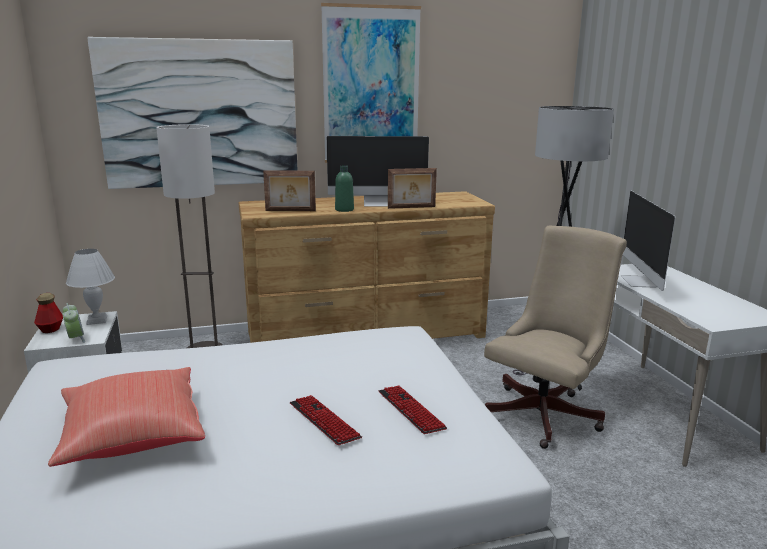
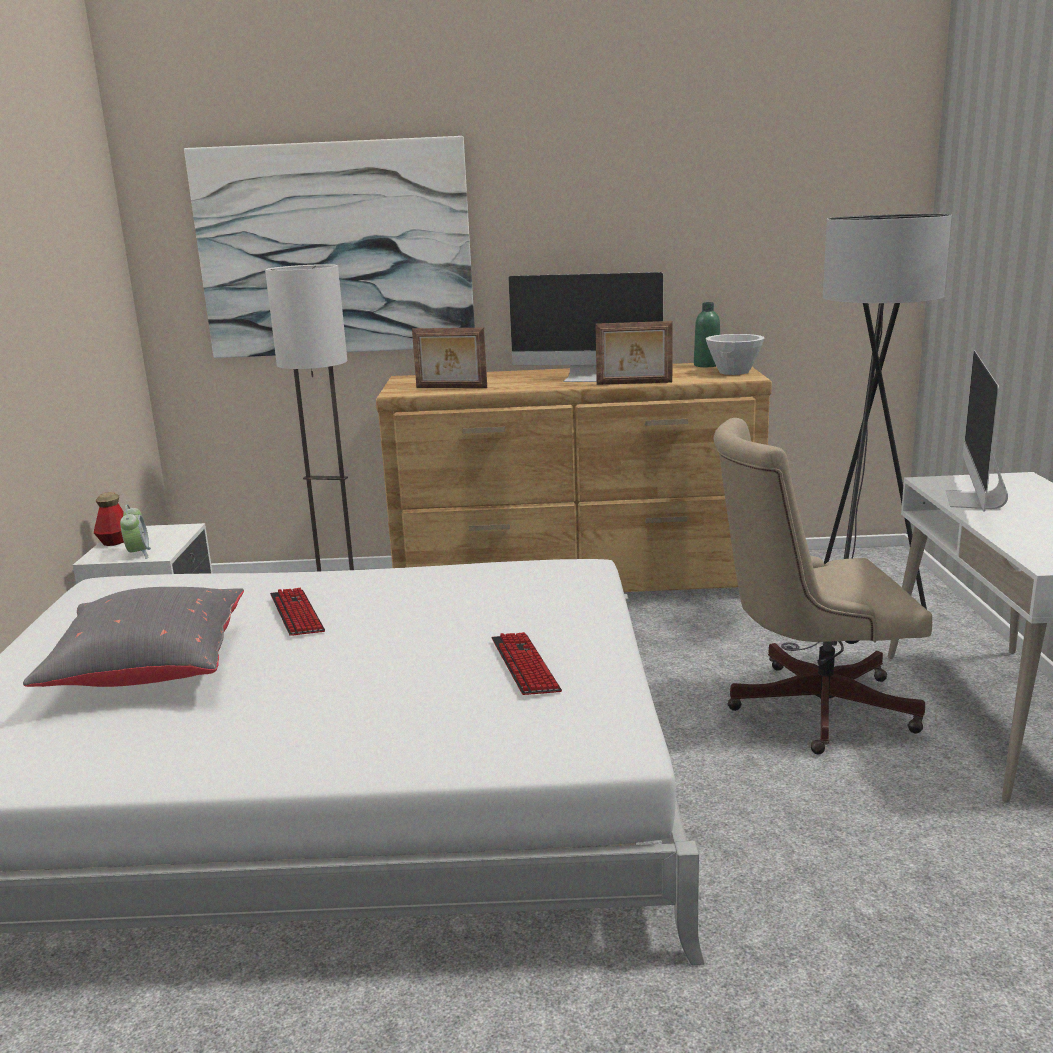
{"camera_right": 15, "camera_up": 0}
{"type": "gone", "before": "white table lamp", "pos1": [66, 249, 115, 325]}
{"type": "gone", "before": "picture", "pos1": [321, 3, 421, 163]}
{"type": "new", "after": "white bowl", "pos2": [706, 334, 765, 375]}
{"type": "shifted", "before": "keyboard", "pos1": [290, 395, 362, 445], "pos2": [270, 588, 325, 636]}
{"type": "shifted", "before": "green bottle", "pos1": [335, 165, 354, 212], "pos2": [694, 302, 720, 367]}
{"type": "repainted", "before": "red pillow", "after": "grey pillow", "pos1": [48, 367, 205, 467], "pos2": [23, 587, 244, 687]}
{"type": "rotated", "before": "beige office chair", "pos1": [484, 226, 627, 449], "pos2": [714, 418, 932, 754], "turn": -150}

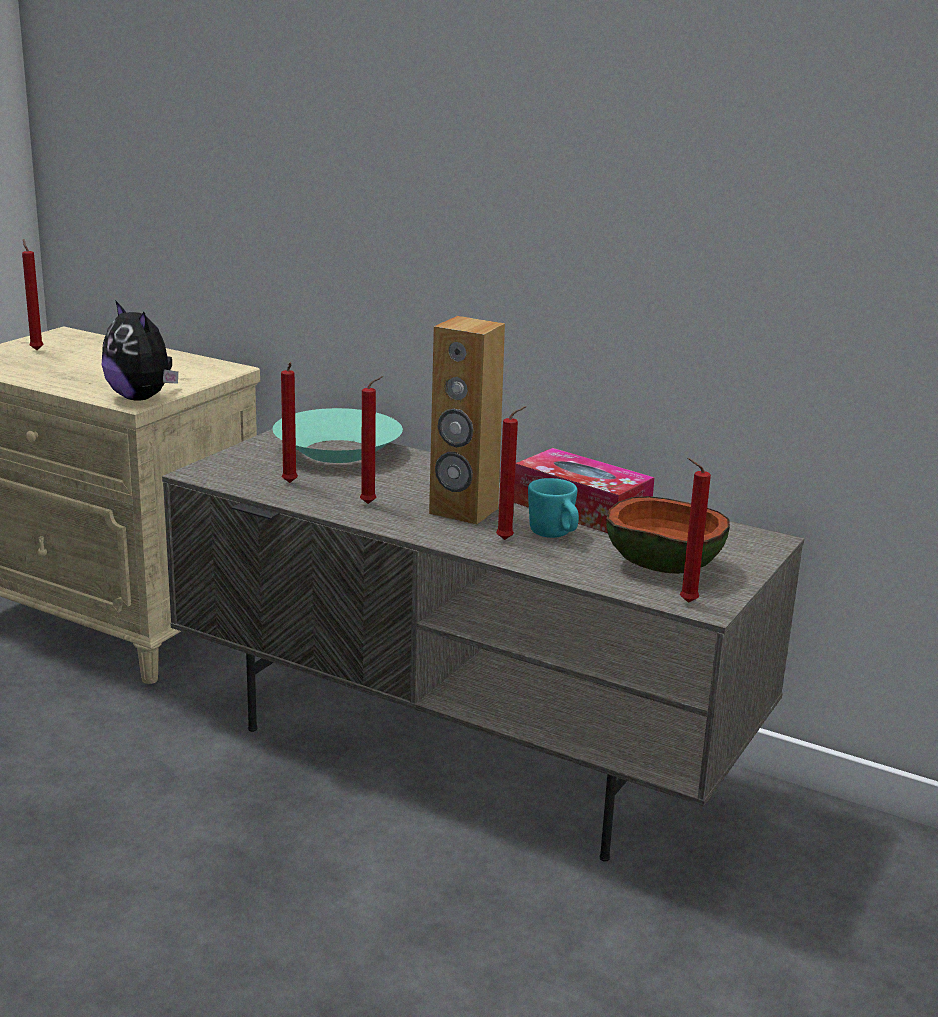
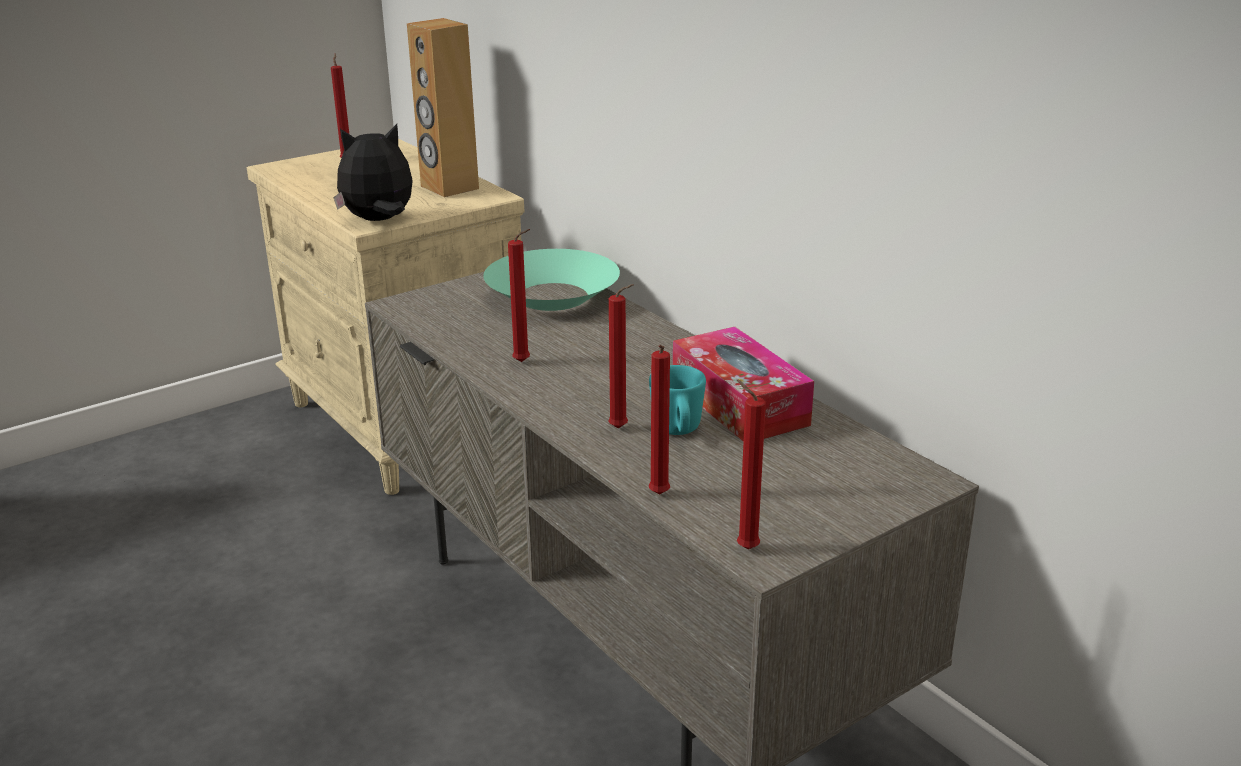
{"camera_right": 25, "camera_up": 5}
{"type": "gone", "before": "bowl", "pos1": [606, 496, 730, 574]}
{"type": "shifted", "before": "red candle", "pos1": [281, 363, 298, 483], "pos2": [649, 345, 670, 495]}
{"type": "shifted", "before": "brown speaker", "pos1": [429, 316, 505, 525], "pos2": [407, 18, 479, 197]}
{"type": "rotated", "before": "plush toy", "pos1": [102, 300, 178, 401], "pos2": [333, 124, 413, 221], "turn": 90}

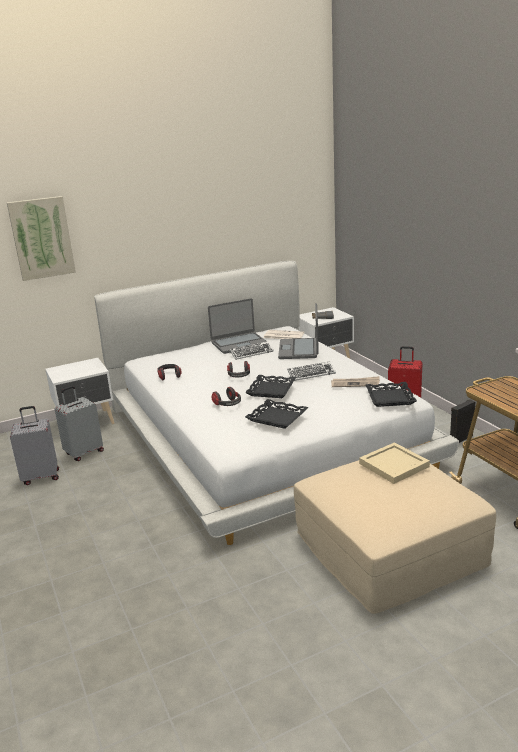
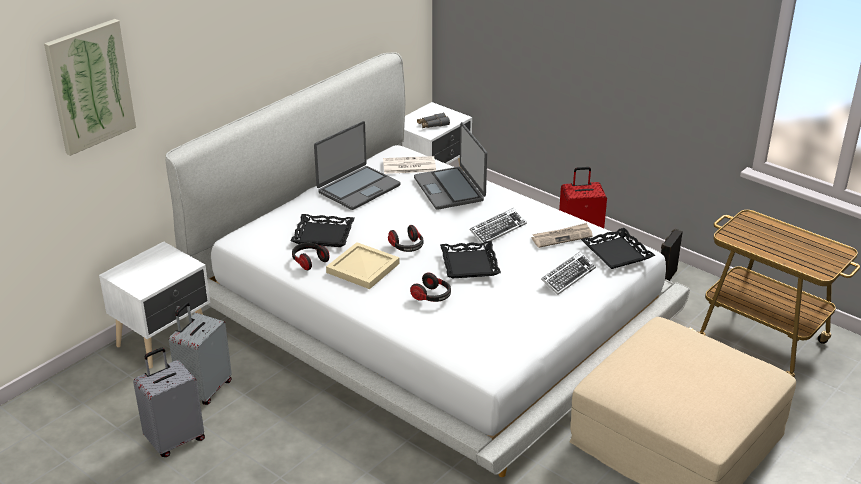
{"camera_right": -25, "camera_up": 10}
{"type": "shifted", "before": "keyboard", "pos1": [230, 341, 274, 360], "pos2": [541, 252, 596, 295]}
{"type": "shifted", "before": "black tray", "pos1": [245, 399, 308, 429], "pos2": [290, 214, 355, 247]}
{"type": "shifted", "before": "beige tray", "pos1": [359, 443, 430, 484], "pos2": [326, 242, 400, 289]}

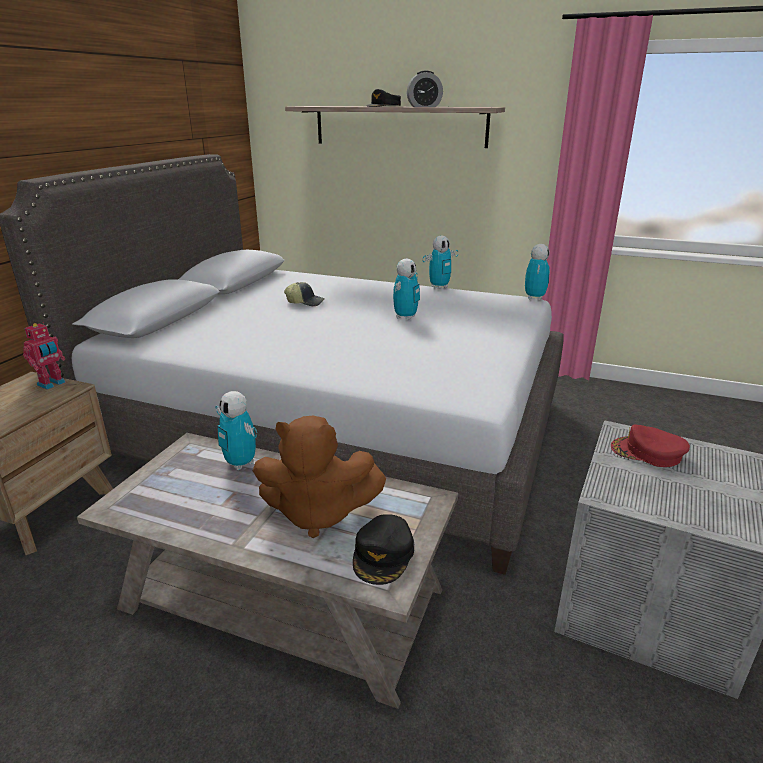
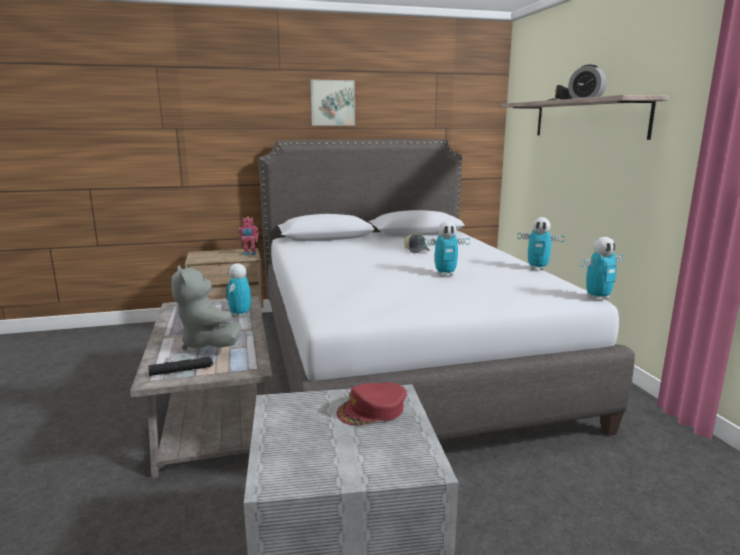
{"camera_right": 55, "camera_up": -10}
{"type": "new", "after": "picture", "pos2": [310, 79, 355, 126]}
{"type": "swapped", "before": "black cap", "after": "black flashlight", "pos1": [353, 514, 414, 585], "pos2": [148, 357, 213, 376]}
{"type": "repainted", "before": "brown plush toy", "after": "grey plush toy", "pos1": [253, 416, 386, 538], "pos2": [171, 266, 242, 350]}
{"type": "rotated", "before": "red cap", "pos1": [611, 424, 690, 467], "pos2": [336, 382, 407, 426], "turn": -105}

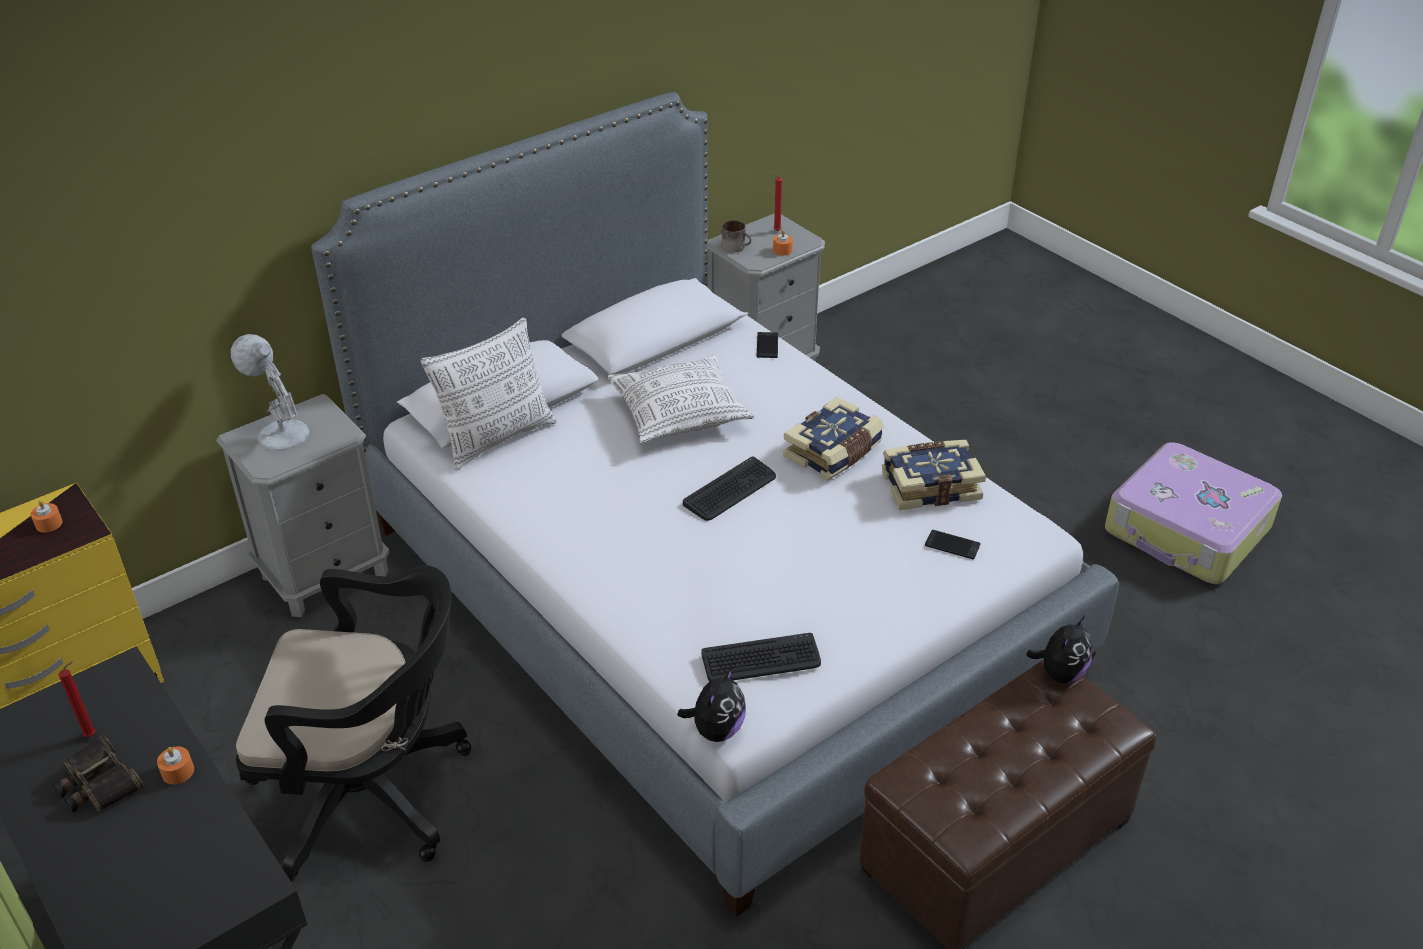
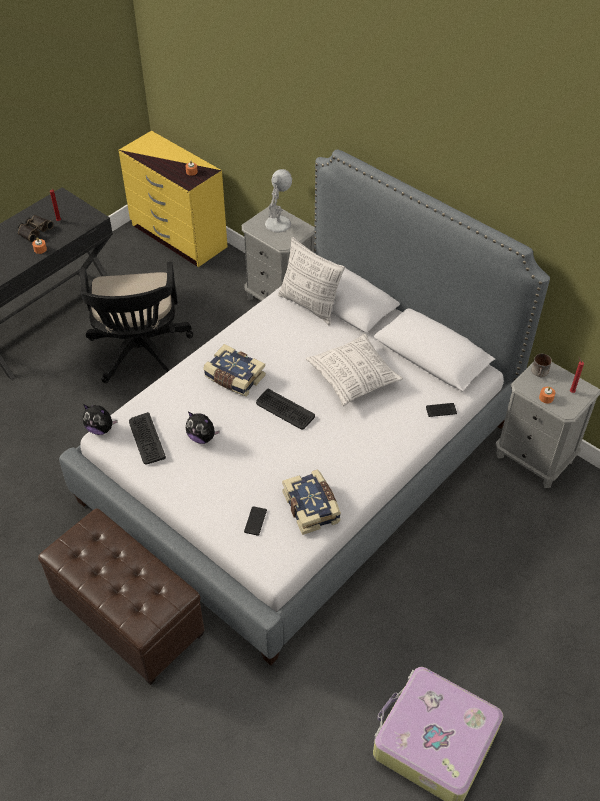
{"camera_right": 80, "camera_up": 10}
{"type": "shifted", "before": "book", "pos1": [783, 397, 884, 481], "pos2": [203, 344, 266, 397]}
{"type": "shifted", "before": "plush toy", "pos1": [1026, 615, 1092, 683], "pos2": [186, 411, 220, 444]}

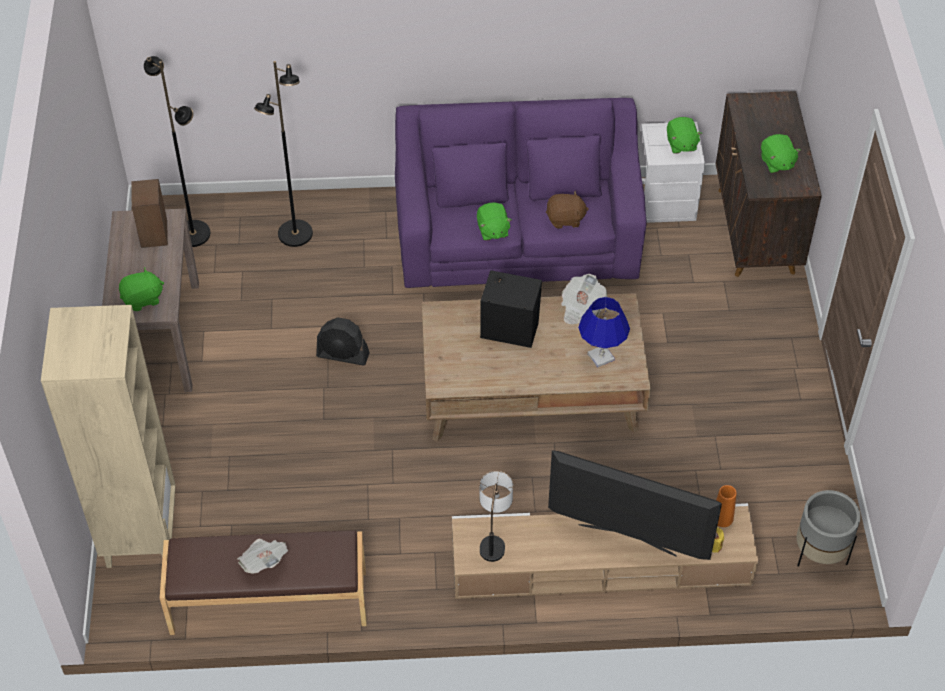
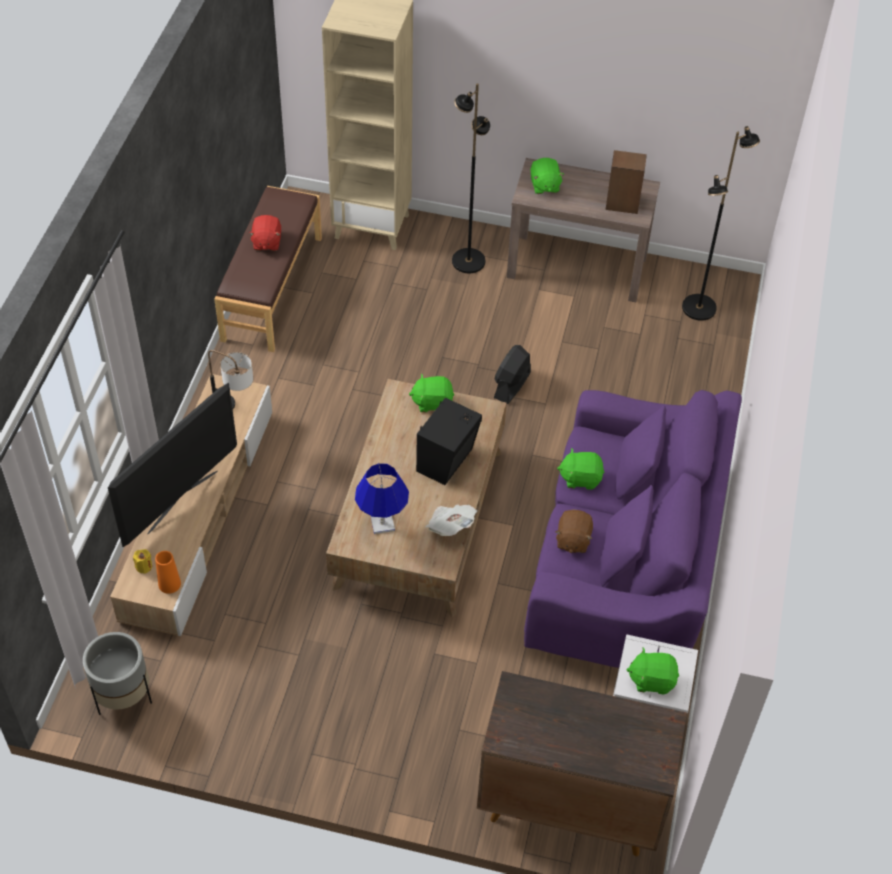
{"camera_right": 105, "camera_up": 0}
{"type": "shifted", "before": "black floor lamp", "pos1": [254, 61, 313, 247], "pos2": [452, 83, 490, 273]}
{"type": "shifted", "before": "green plush toy", "pos1": [761, 134, 801, 173], "pos2": [409, 374, 454, 412]}
{"type": "swapped", "before": "newspaper", "after": "red plush toy", "pos1": [237, 539, 288, 573], "pos2": [248, 215, 281, 251]}

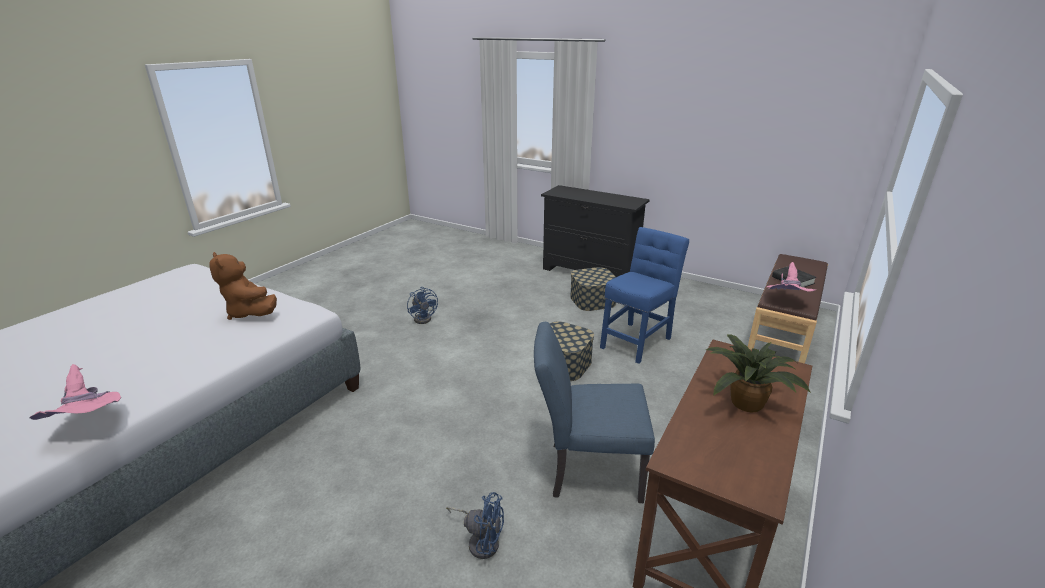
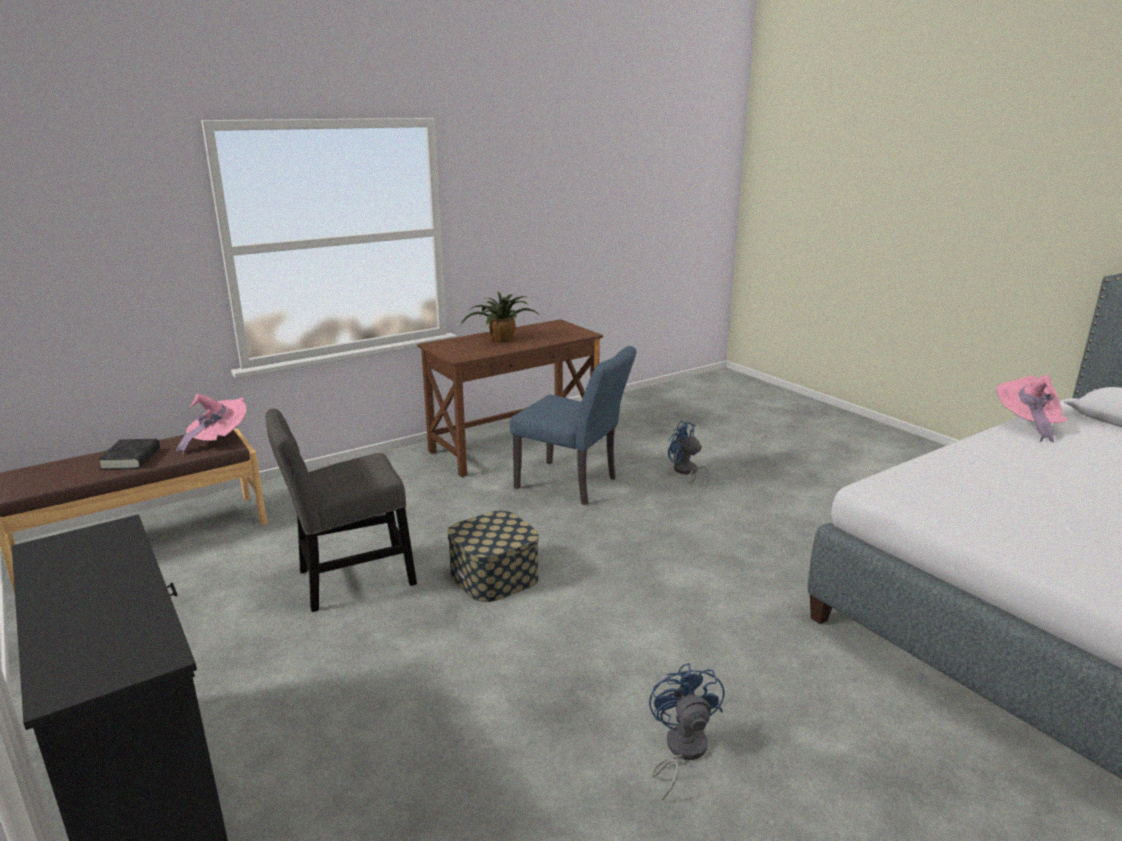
{"camera_right": -155, "camera_up": -5}
{"type": "gone", "before": "brown plush toy", "pos1": [209, 252, 277, 320]}
{"type": "gone", "before": "storage box", "pos1": [570, 267, 616, 311]}
{"type": "repainted", "before": "blue chair", "after": "grey chair", "pos1": [600, 227, 689, 364], "pos2": [266, 408, 417, 612]}

